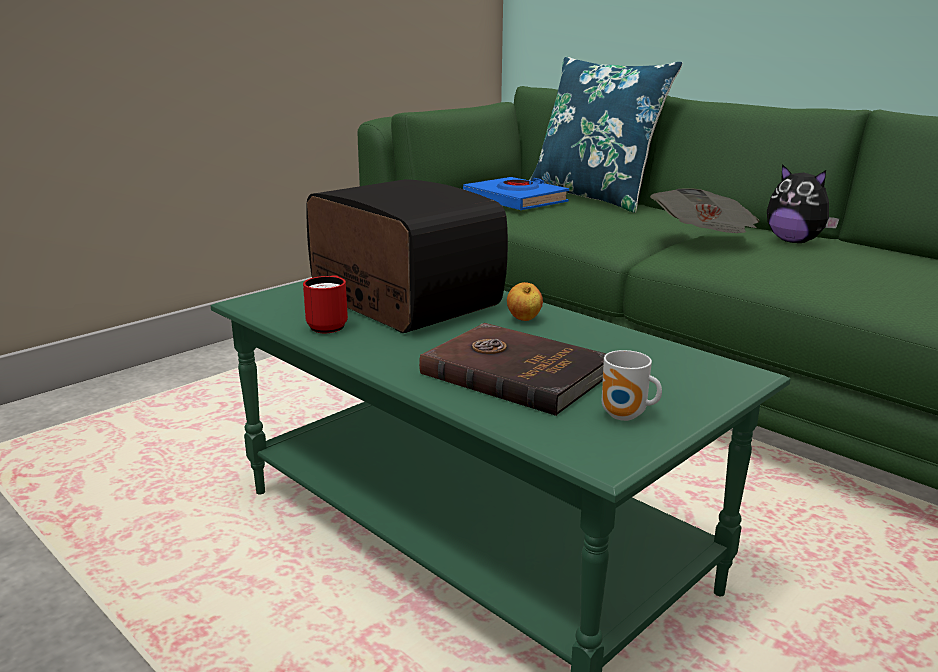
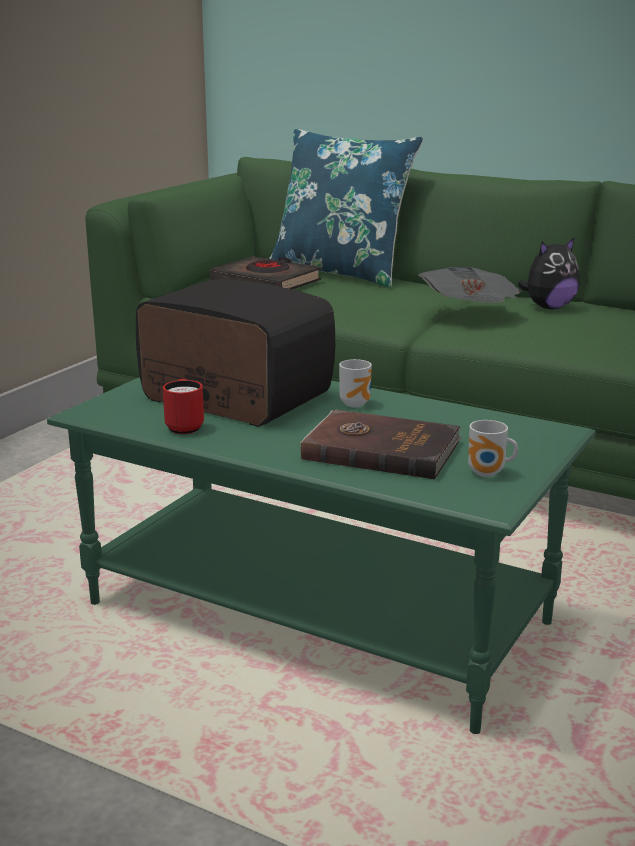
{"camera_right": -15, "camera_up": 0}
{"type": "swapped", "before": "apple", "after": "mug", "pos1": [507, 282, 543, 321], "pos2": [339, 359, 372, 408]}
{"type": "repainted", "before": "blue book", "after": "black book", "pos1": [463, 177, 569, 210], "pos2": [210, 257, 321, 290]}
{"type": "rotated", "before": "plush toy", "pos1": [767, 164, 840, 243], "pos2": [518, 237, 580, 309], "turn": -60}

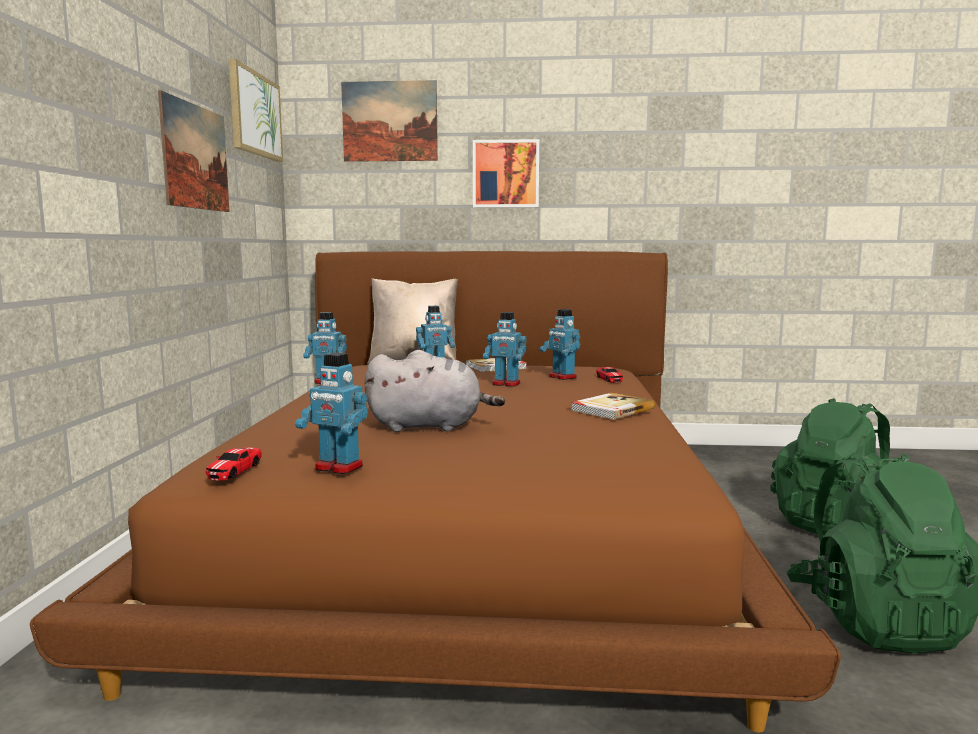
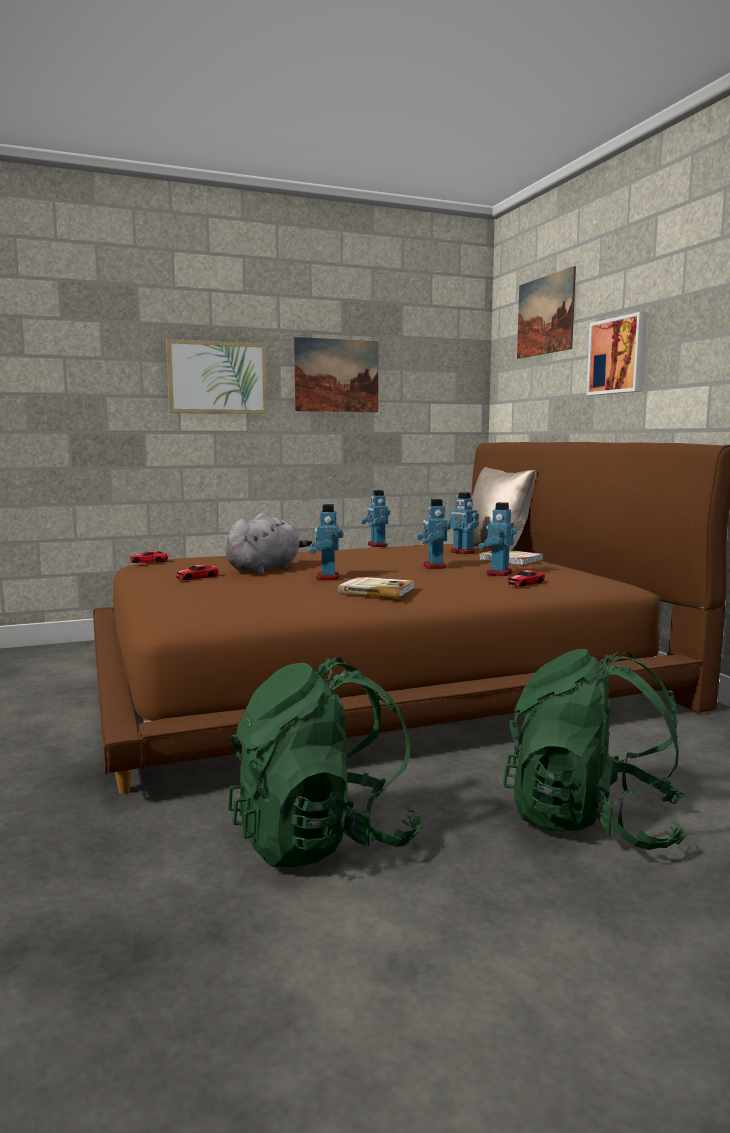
{"camera_right": 65, "camera_up": 0}
{"type": "new", "after": "toy car", "pos2": [176, 565, 219, 580]}
{"type": "shifted", "before": "picture", "pos1": [229, 58, 283, 162], "pos2": [166, 339, 267, 414]}
{"type": "shifted", "before": "toy robot", "pos1": [295, 353, 368, 474], "pos2": [309, 504, 343, 580]}
{"type": "rotated", "before": "grey plush toy", "pos1": [365, 350, 505, 432], "pos2": [226, 513, 312, 574], "turn": -120}

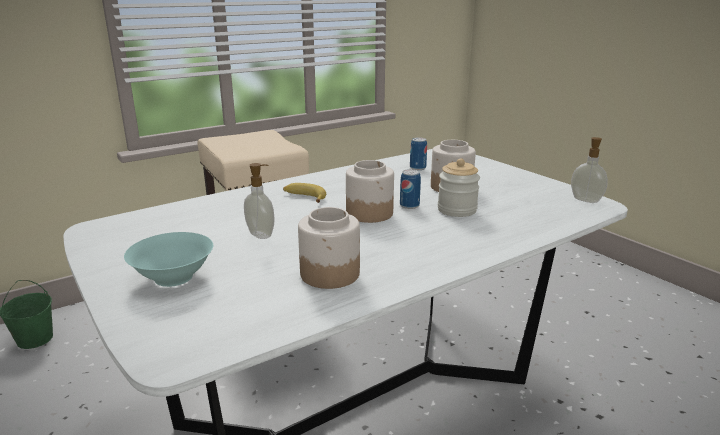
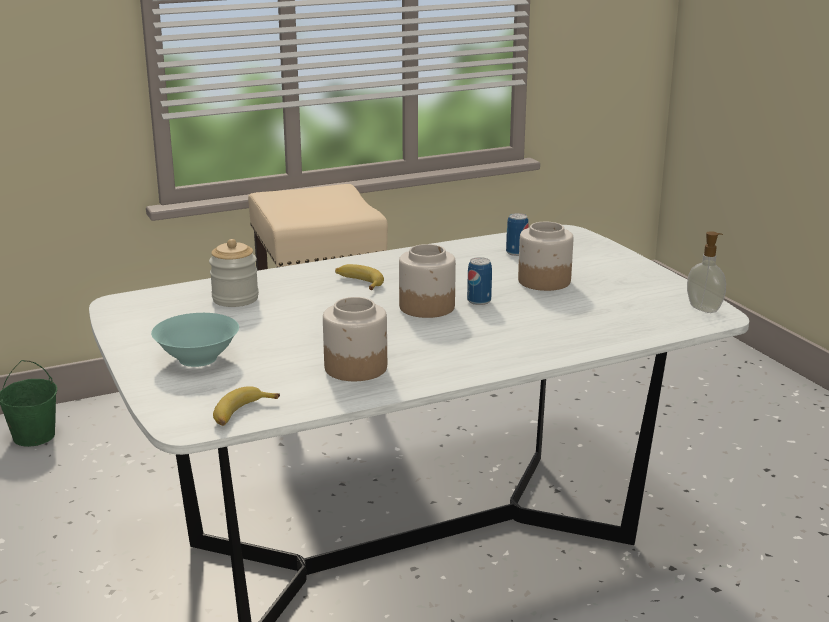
{"camera_right": 10, "camera_up": 0}
{"type": "gone", "before": "soap dispenser", "pos1": [244, 163, 274, 239]}
{"type": "new", "after": "banana", "pos2": [213, 386, 280, 426]}
{"type": "shifted", "before": "jar", "pos1": [438, 158, 480, 217], "pos2": [209, 239, 259, 307]}

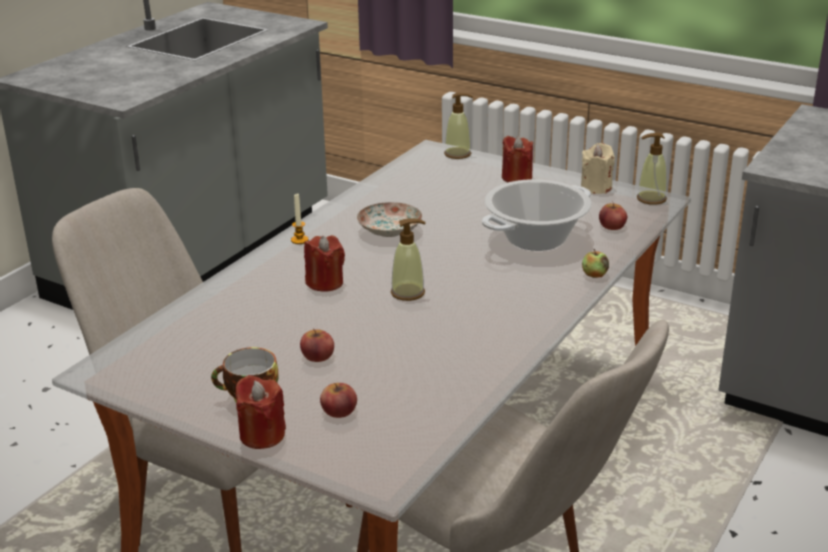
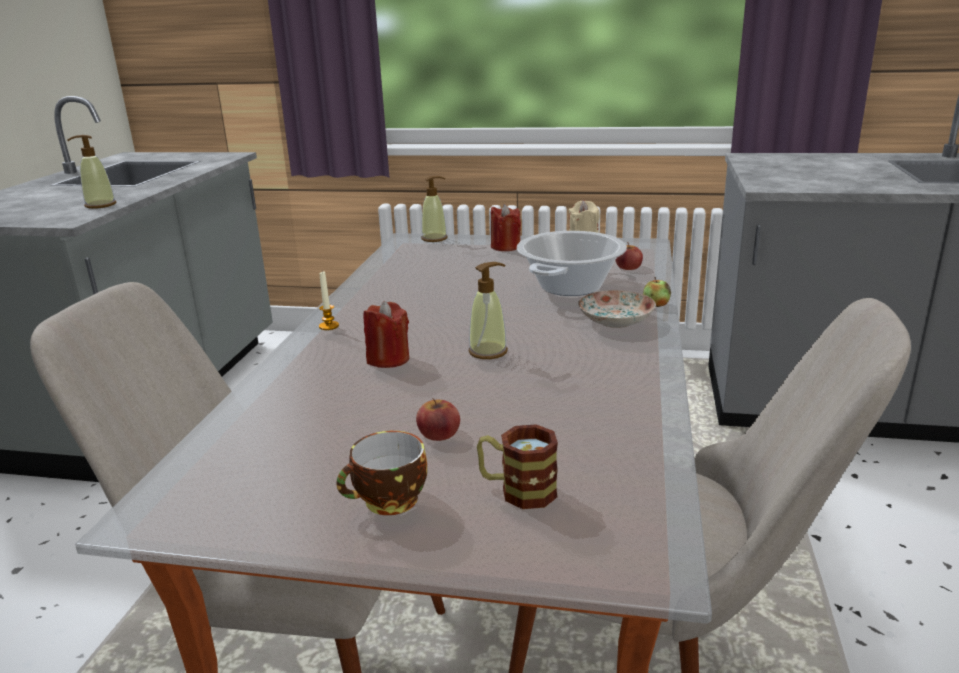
{"camera_right": -20, "camera_up": -5}
{"type": "gone", "before": "red candle", "pos1": [236, 375, 286, 449]}
{"type": "shifted", "before": "plate", "pos1": [357, 202, 422, 237], "pos2": [578, 290, 656, 328]}
{"type": "shifted", "before": "soap dispenser", "pos1": [637, 133, 667, 205], "pos2": [67, 135, 116, 209]}
{"type": "swapped", "before": "apple", "after": "mug", "pos1": [320, 383, 357, 418], "pos2": [477, 424, 558, 509]}

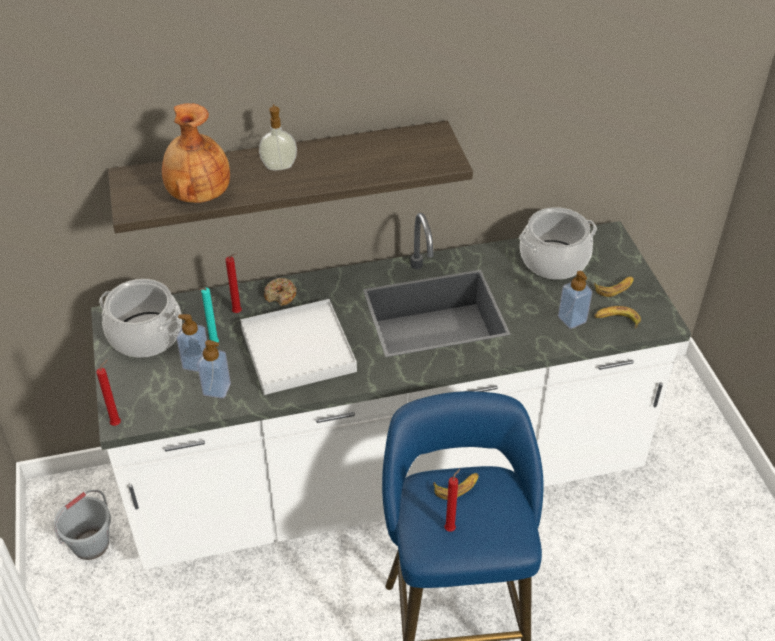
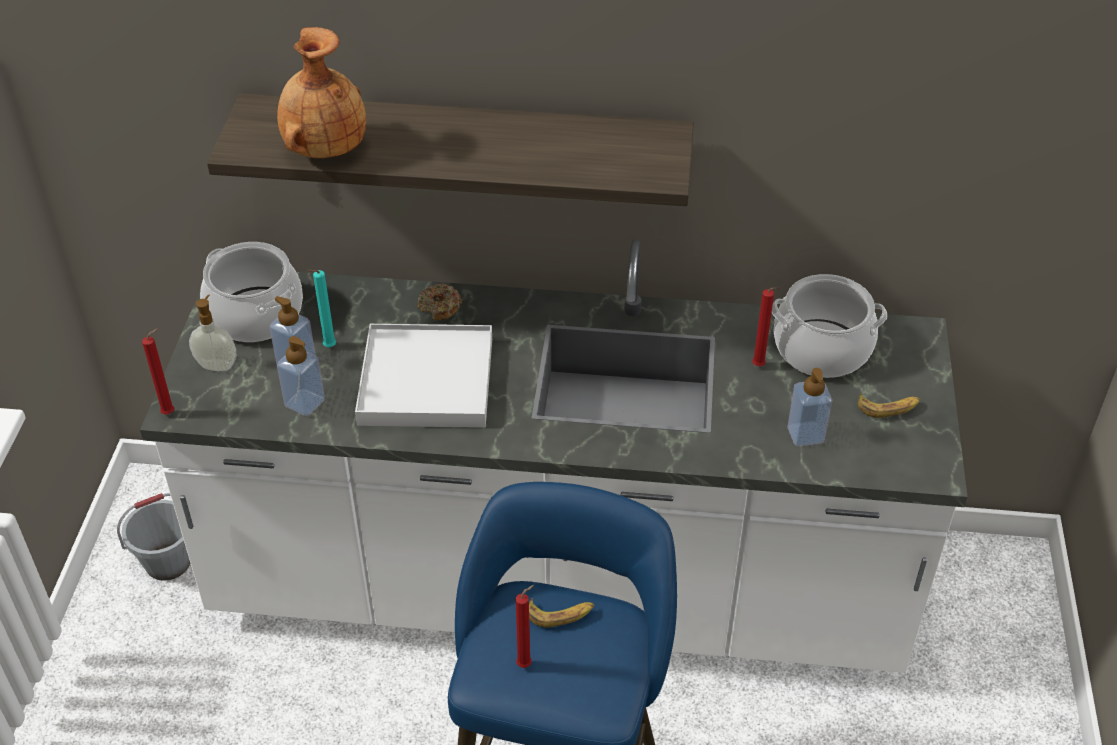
{"camera_right": 20, "camera_up": 0}
{"type": "gone", "before": "banana", "pos1": [594, 306, 641, 328]}
{"type": "shifted", "before": "red candle", "pos1": [226, 253, 242, 313], "pos2": [752, 287, 781, 366]}
{"type": "shifted", "before": "soap dispenser", "pos1": [259, 104, 297, 170], "pos2": [189, 295, 236, 371]}

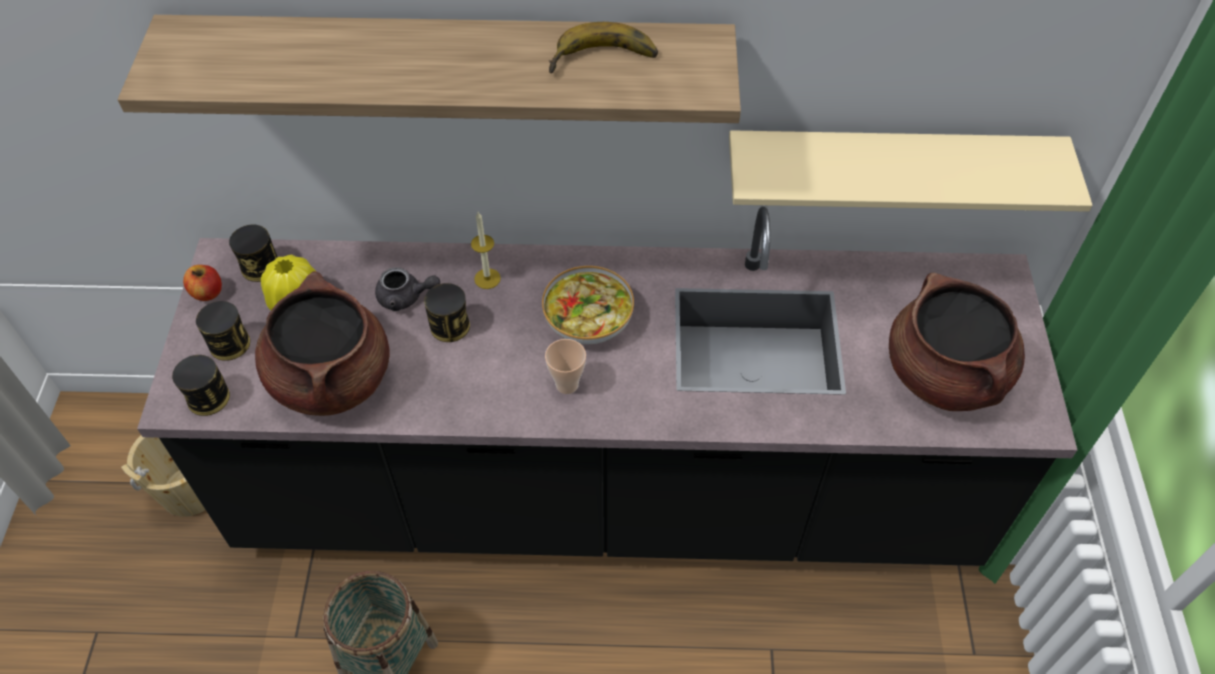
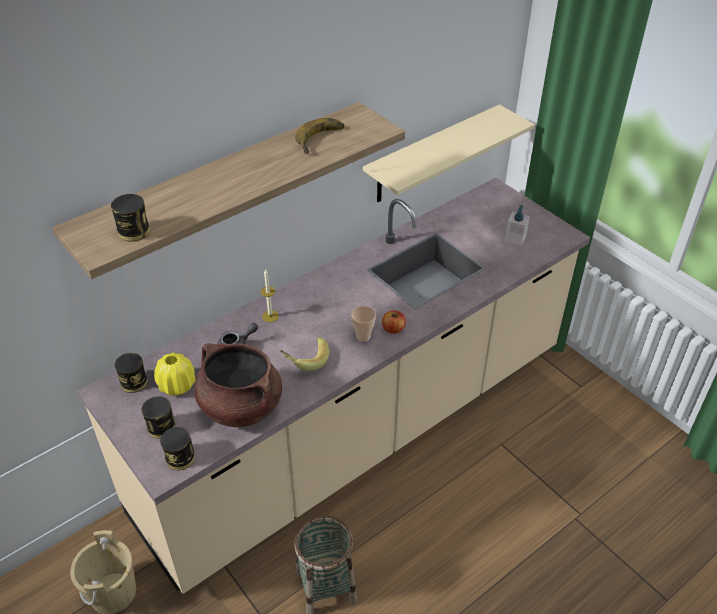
{"camera_right": -40, "camera_up": -10}
{"type": "gone", "before": "bowl", "pos1": [542, 266, 634, 344]}
{"type": "new", "after": "banana", "pos2": [280, 337, 329, 371]}
{"type": "shifted", "before": "apple", "pos1": [183, 265, 222, 301], "pos2": [382, 311, 406, 334]}
{"type": "shifted", "before": "can", "pos1": [424, 283, 470, 342], "pos2": [111, 194, 150, 241]}
{"type": "swapped", "before": "brown cooking pot", "after": "soap dispenser", "pos1": [889, 273, 1025, 411], "pos2": [505, 205, 530, 246]}
{"type": "repainted", "before": "black counter", "after": "beige counter", "pos1": [137, 207, 1077, 566], "pos2": [77, 178, 590, 594]}

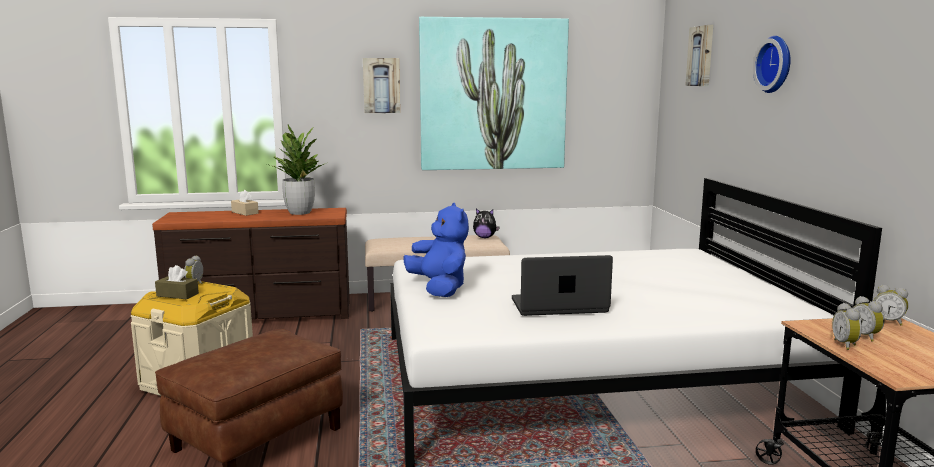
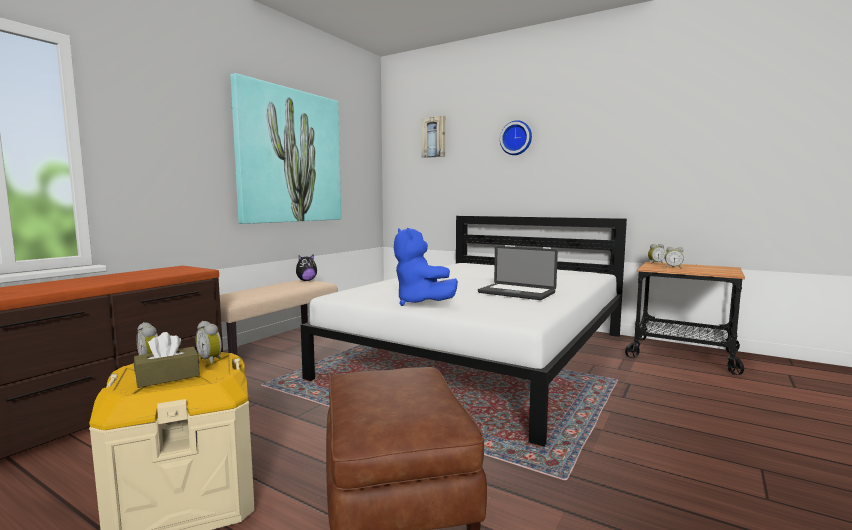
{"camera_right": -50, "camera_up": -5}
{"type": "gone", "before": "beige tissue box", "pos1": [231, 190, 259, 216]}
{"type": "gone", "before": "potted plant", "pos1": [267, 124, 324, 215]}
{"type": "gone", "before": "picture", "pos1": [363, 58, 400, 113]}
{"type": "shifted", "before": "alarm clock", "pos1": [832, 303, 862, 350], "pos2": [196, 321, 222, 365]}
{"type": "rotated", "before": "blue plush toy", "pos1": [403, 203, 469, 297], "pos2": [394, 228, 458, 306], "turn": -135}
{"type": "rotated", "before": "laptop", "pos1": [512, 255, 613, 316], "pos2": [478, 246, 558, 300], "turn": -90}

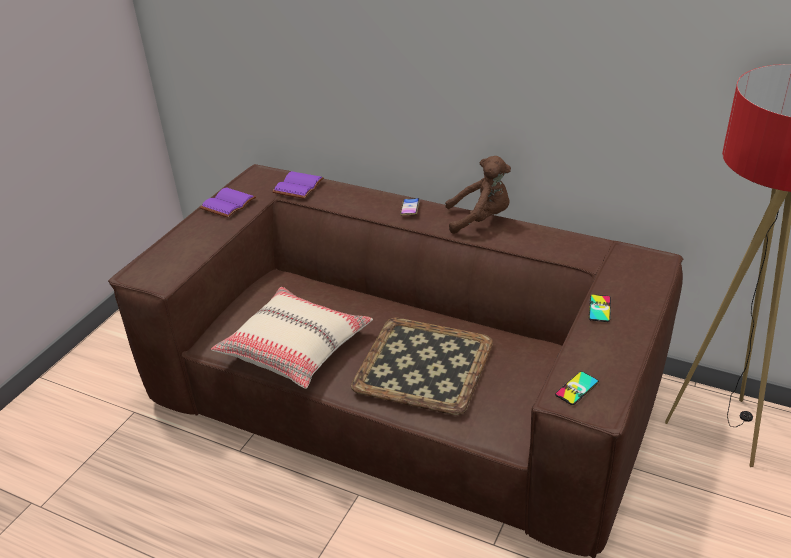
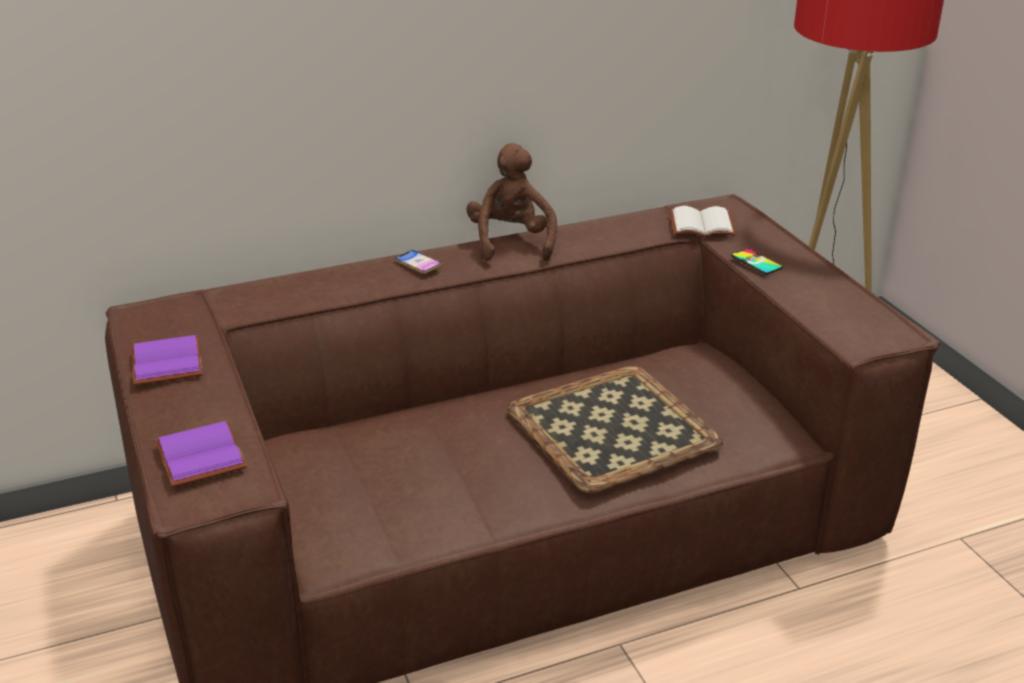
{"camera_right": -50, "camera_up": -5}
{"type": "gone", "before": "beige pillow", "pos1": [211, 287, 373, 389]}
{"type": "gone", "before": "phone", "pos1": [555, 371, 599, 405]}
{"type": "new", "after": "white book", "pos2": [670, 206, 736, 237]}
{"type": "shifted", "before": "purple book", "pos1": [272, 171, 324, 199], "pos2": [155, 421, 247, 487]}
{"type": "rotated", "before": "brown plush toy", "pos1": [445, 156, 511, 234], "pos2": [466, 143, 557, 261], "turn": -45}

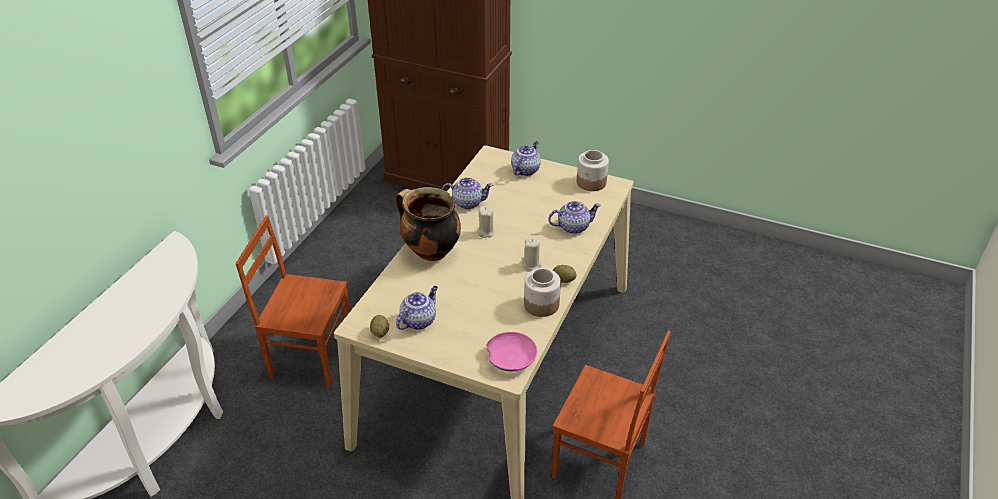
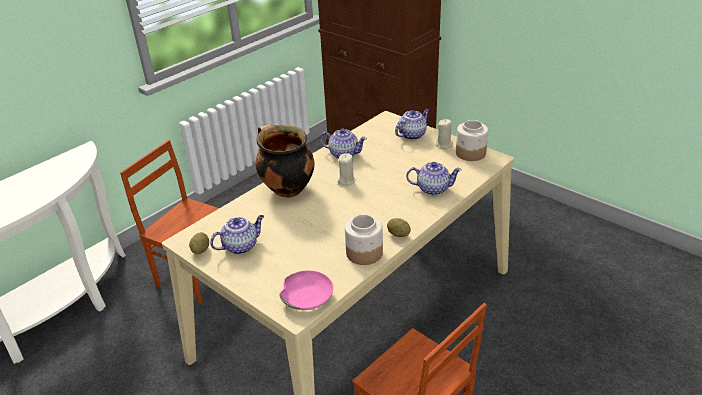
{"camera_right": 20, "camera_up": -5}
{"type": "shifted", "before": "beige candle", "pos1": [522, 237, 542, 270], "pos2": [436, 119, 453, 149]}

